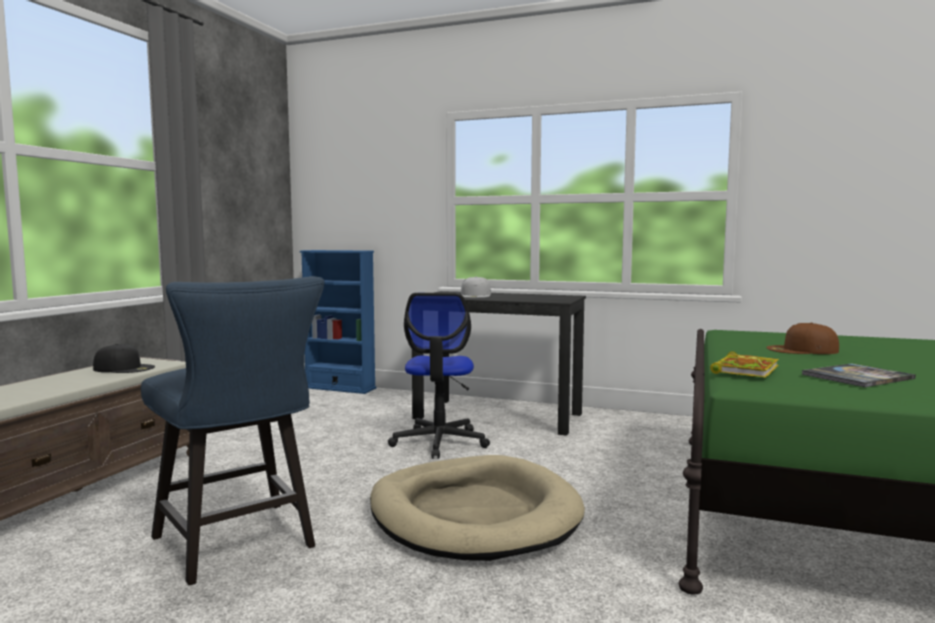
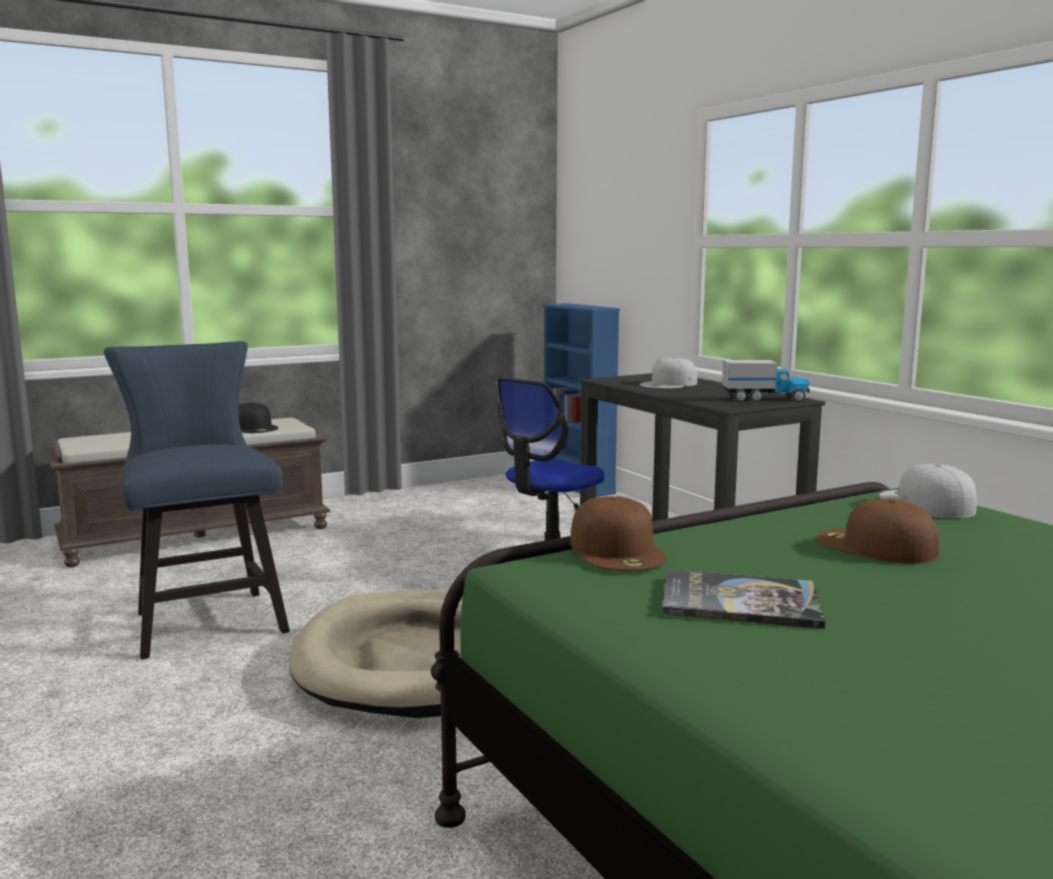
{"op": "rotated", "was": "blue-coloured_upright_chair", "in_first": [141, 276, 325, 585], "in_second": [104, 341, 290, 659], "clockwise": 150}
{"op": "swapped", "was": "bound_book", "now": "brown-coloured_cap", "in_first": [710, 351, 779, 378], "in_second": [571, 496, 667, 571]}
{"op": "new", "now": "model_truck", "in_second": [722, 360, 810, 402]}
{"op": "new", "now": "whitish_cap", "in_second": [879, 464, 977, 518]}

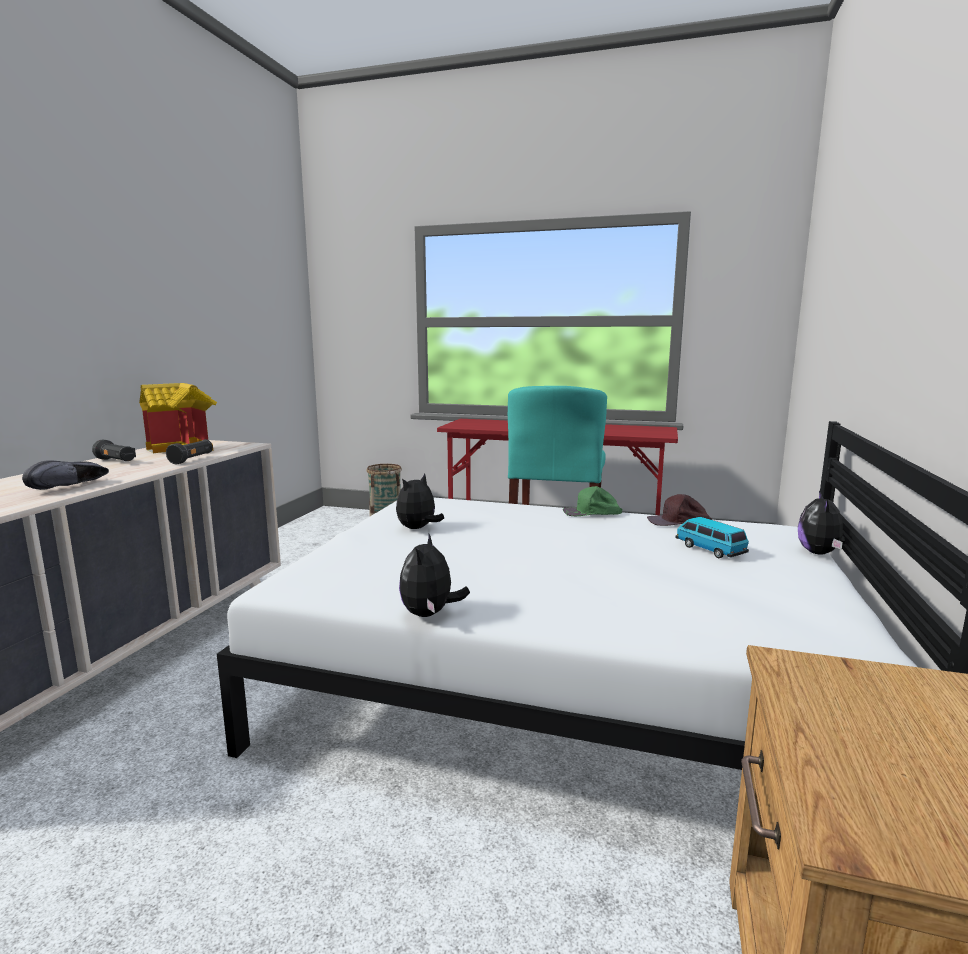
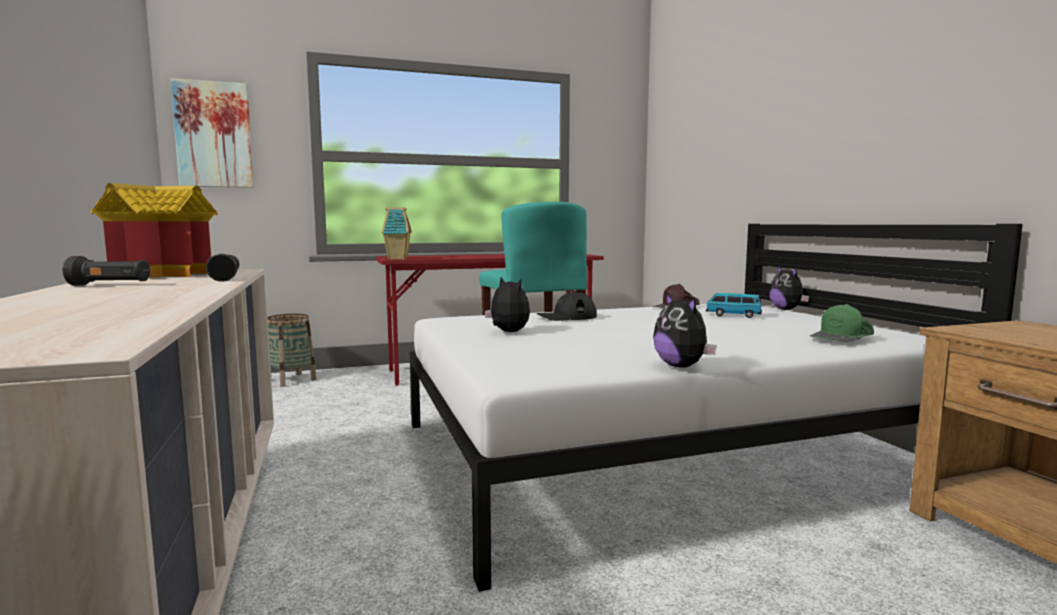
{"op": "gone", "was": "black_shoe", "in_first": [22, 460, 109, 490]}
{"op": "rotated", "was": "soft_toy", "in_first": [396, 474, 444, 529], "in_second": [485, 277, 530, 332], "clockwise": 135}
{"op": "shifted", "was": "greenish_cap", "in_first": [563, 486, 622, 516], "in_second": [810, 304, 874, 342]}
{"op": "new", "now": "picture", "in_second": [170, 78, 254, 188]}
{"op": "new", "now": "miniature_house", "in_second": [382, 207, 412, 259]}
{"op": "new", "now": "black_cap", "in_second": [536, 292, 597, 321]}

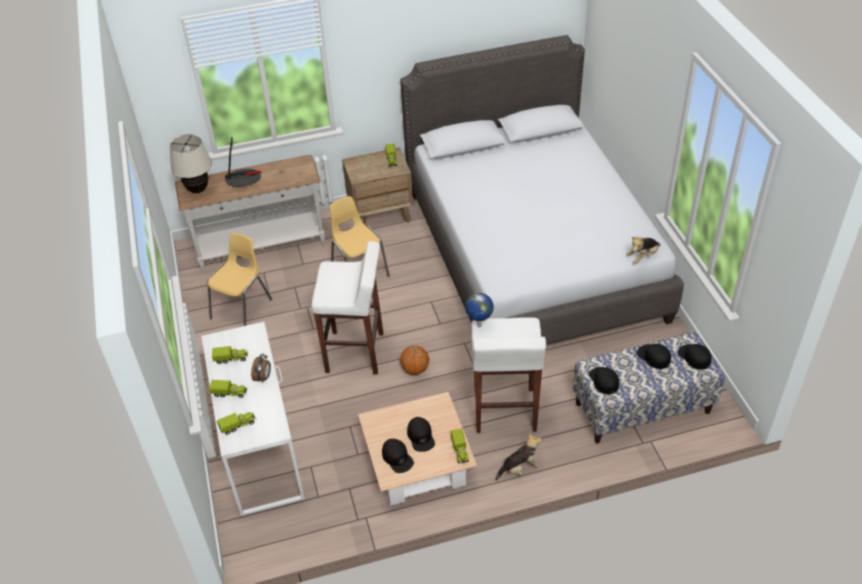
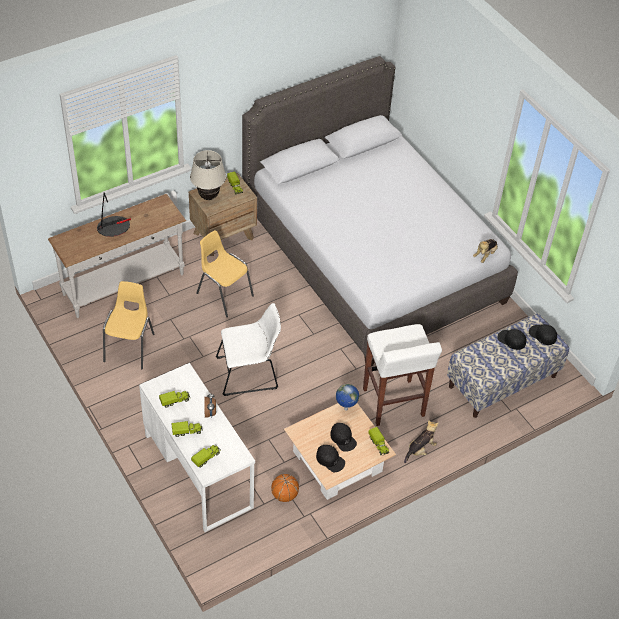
{"op": "shifted", "was": "beige_table_lamp", "in_first": [169, 134, 212, 193], "in_second": [190, 150, 226, 200]}
{"op": "swapped", "was": "whitish_sitting_stool", "now": "whitish_upright_chair", "in_first": [311, 241, 383, 375], "in_second": [216, 303, 281, 396]}
{"op": "shifted", "was": "basketball", "in_first": [400, 345, 429, 375], "in_second": [271, 474, 299, 502]}
{"op": "shifted", "was": "world_globe", "in_first": [465, 293, 494, 327], "in_second": [336, 384, 359, 411]}
{"op": "gone", "was": "black_cap", "in_first": [589, 367, 619, 394]}

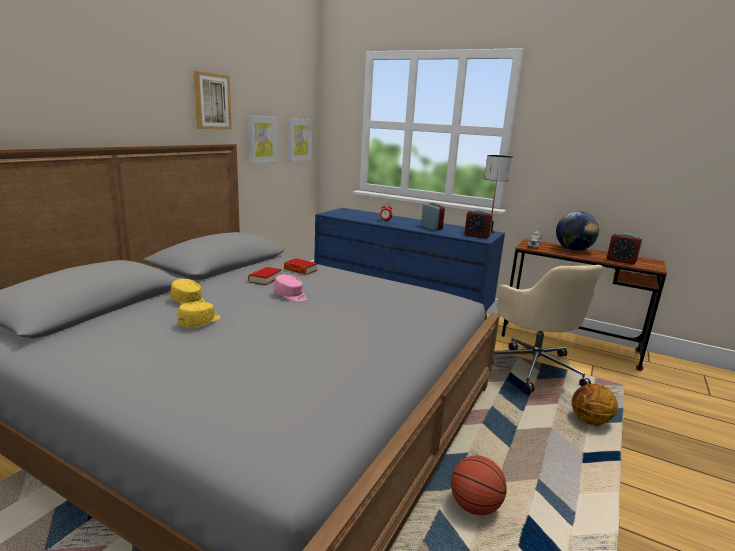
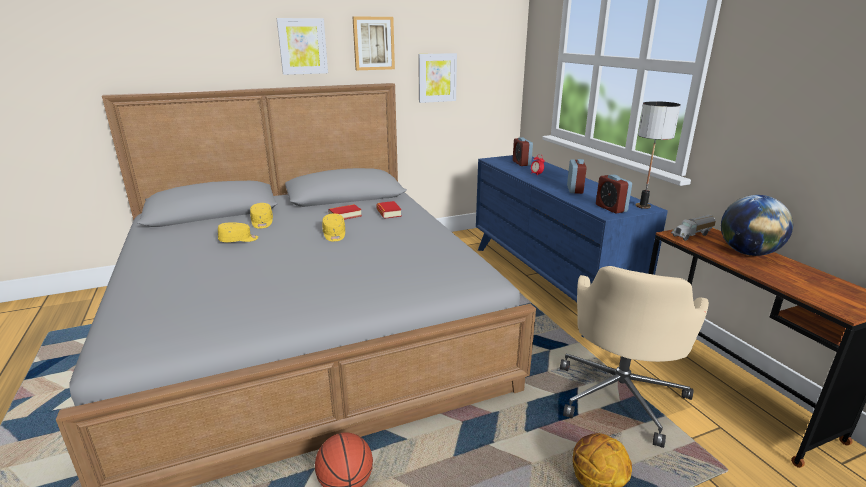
{"op": "repainted", "was": "pink_cap", "now": "yellow_cap", "in_first": [274, 274, 307, 302], "in_second": [322, 213, 345, 242]}
{"op": "shifted", "was": "picture", "in_first": [288, 118, 312, 162], "in_second": [276, 18, 328, 75]}
{"op": "shifted", "was": "table_clock", "in_first": [607, 233, 642, 265], "in_second": [513, 137, 533, 166]}

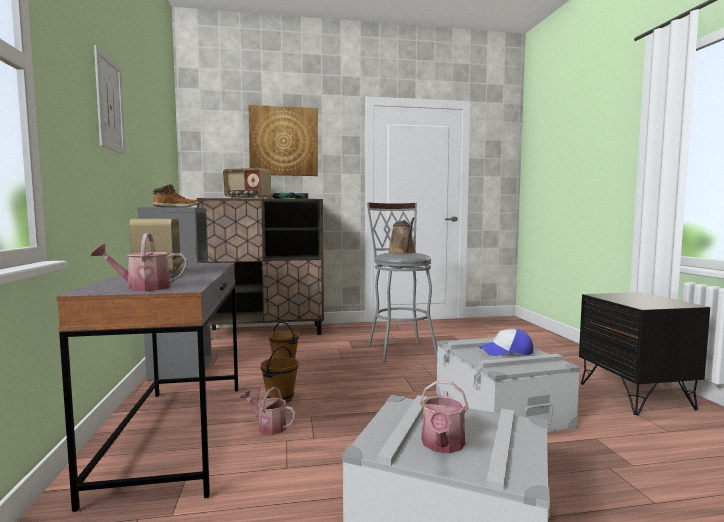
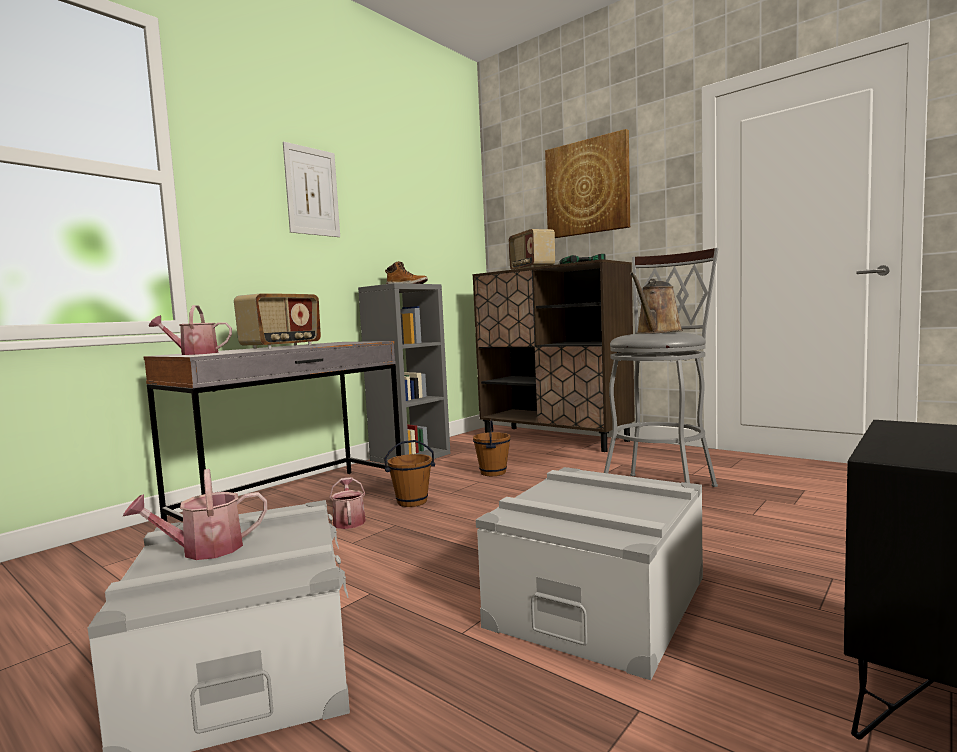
{"op": "rotated", "was": "watering_pot", "in_first": [91, 233, 188, 291], "in_second": [149, 305, 232, 355], "clockwise": -45}
{"op": "gone", "was": "cap", "in_first": [479, 329, 533, 356]}

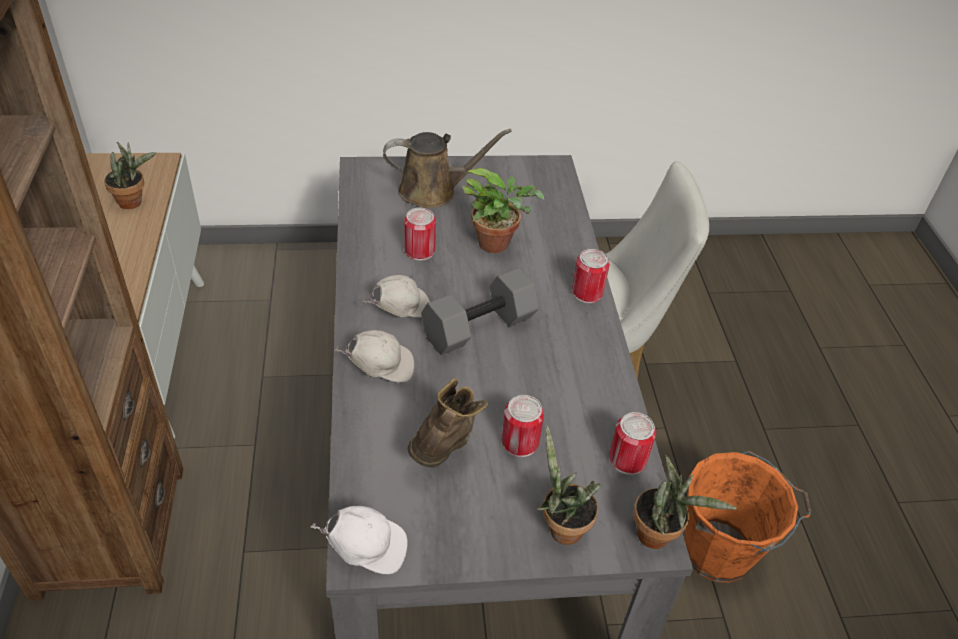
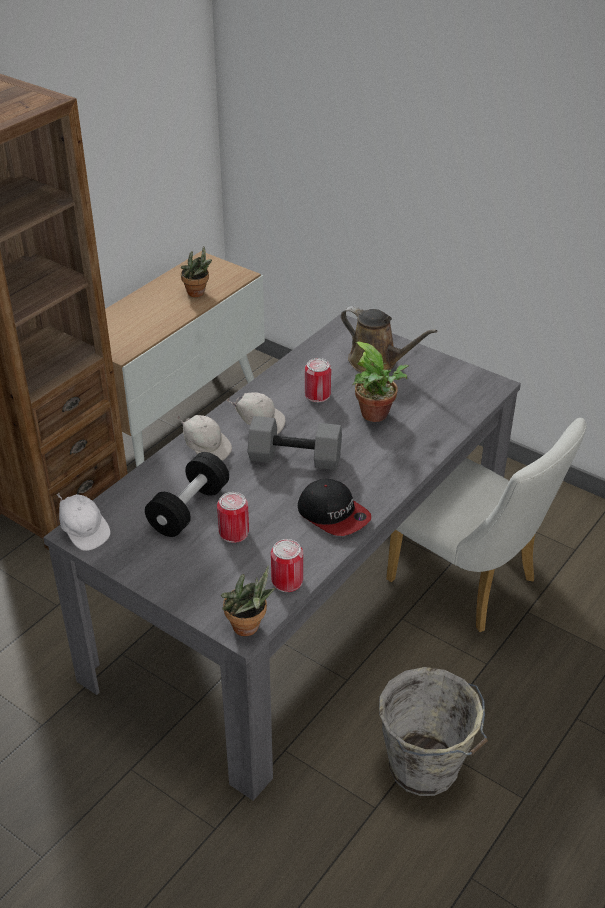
{"op": "swapped", "was": "brown-coloured_tall_boot", "now": "black_hand_weight", "in_first": [407, 378, 488, 468], "in_second": [145, 452, 229, 537]}
{"op": "gone", "was": "plant_in_a_pot", "in_first": [537, 426, 601, 545]}
{"op": "gone", "was": "sealed_can", "in_first": [572, 249, 610, 303]}
{"op": "repainted", "was": "orange_pail", "now": "greyish_pail", "in_first": [683, 451, 812, 583], "in_second": [379, 667, 488, 796]}
{"op": "new", "now": "cap", "in_second": [298, 478, 371, 536]}

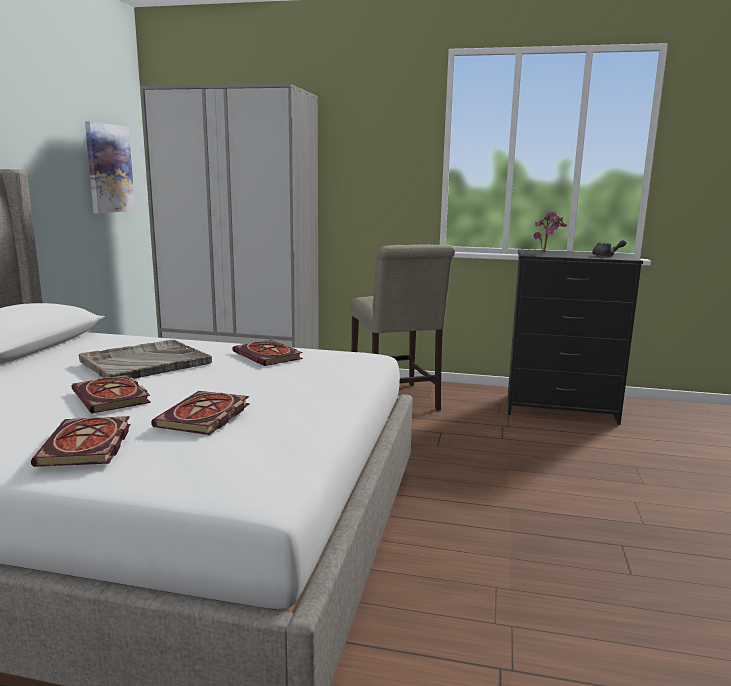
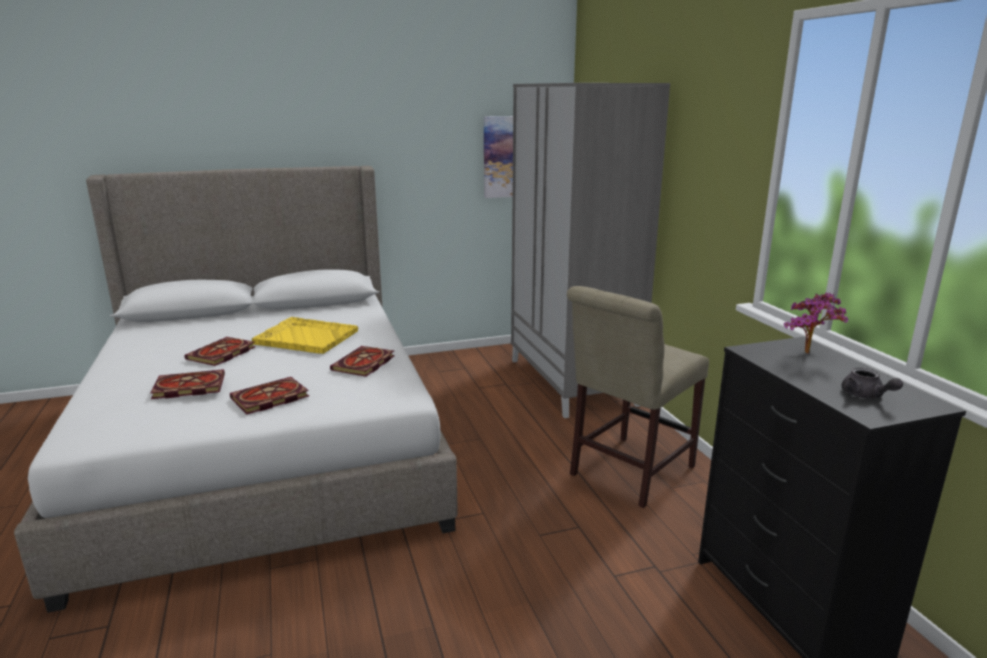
{"op": "shifted", "was": "bound_book", "in_first": [31, 416, 130, 467], "in_second": [230, 377, 309, 414]}
{"op": "repainted", "was": "greyish_tray", "now": "yellow_tray", "in_first": [79, 340, 212, 379], "in_second": [252, 317, 358, 354]}

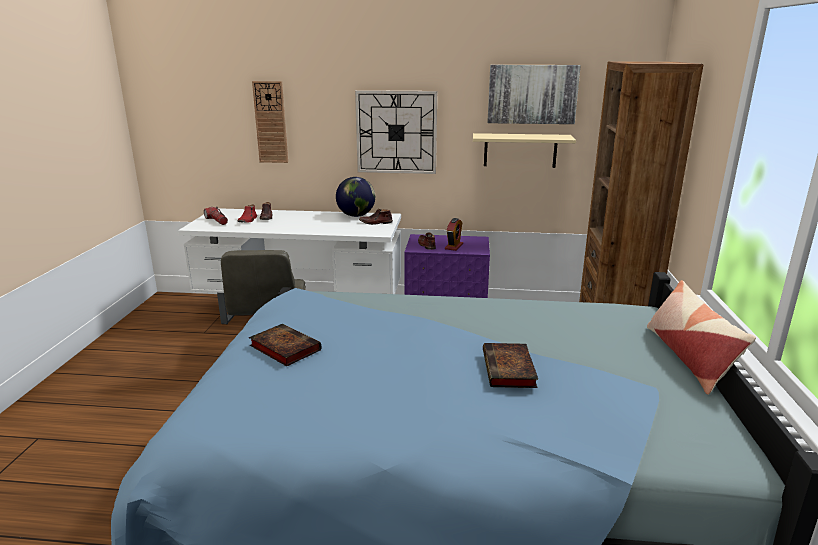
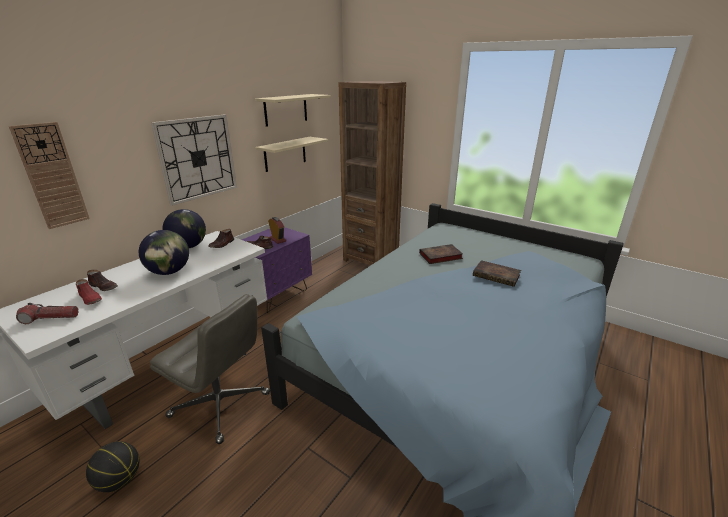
{"op": "shifted", "was": "bound_book", "in_first": [249, 324, 321, 366], "in_second": [419, 244, 463, 264]}
{"op": "swapped", "was": "picture", "now": "beige_wall_shelf", "in_first": [487, 65, 581, 124], "in_second": [255, 94, 331, 127]}
{"op": "gone", "was": "cushion", "in_first": [647, 280, 756, 395]}
{"op": "new", "now": "basketball", "in_second": [86, 441, 139, 492]}
{"op": "new", "now": "world_globe", "in_second": [139, 230, 189, 275]}

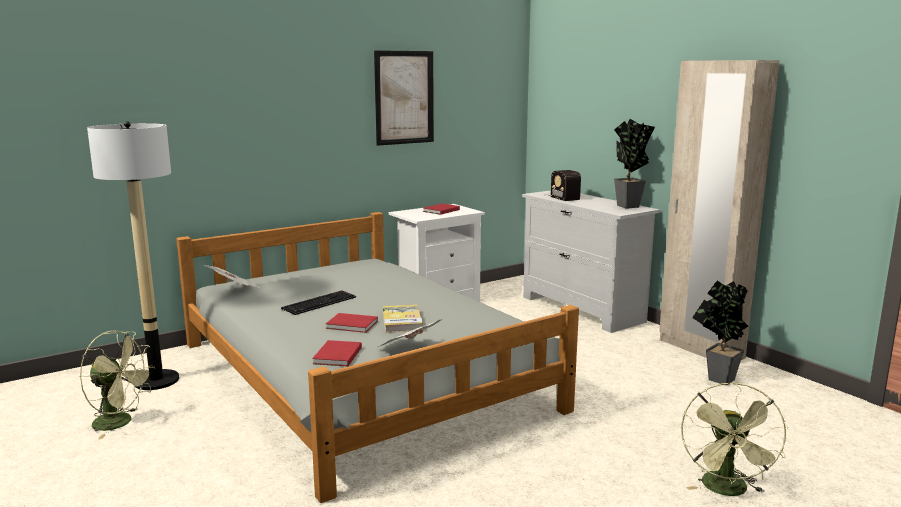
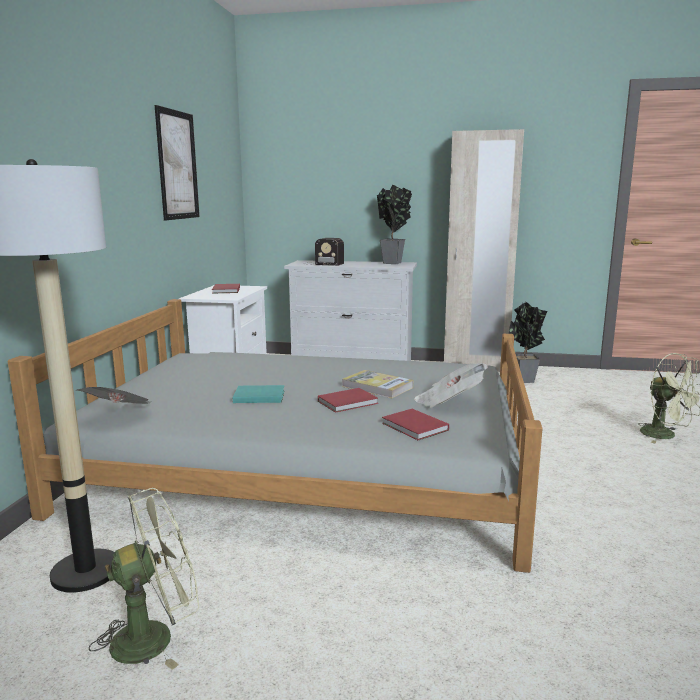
{"op": "swapped", "was": "keyboard", "now": "blue-green_bound_book", "in_first": [281, 291, 356, 315], "in_second": [233, 385, 285, 403]}

